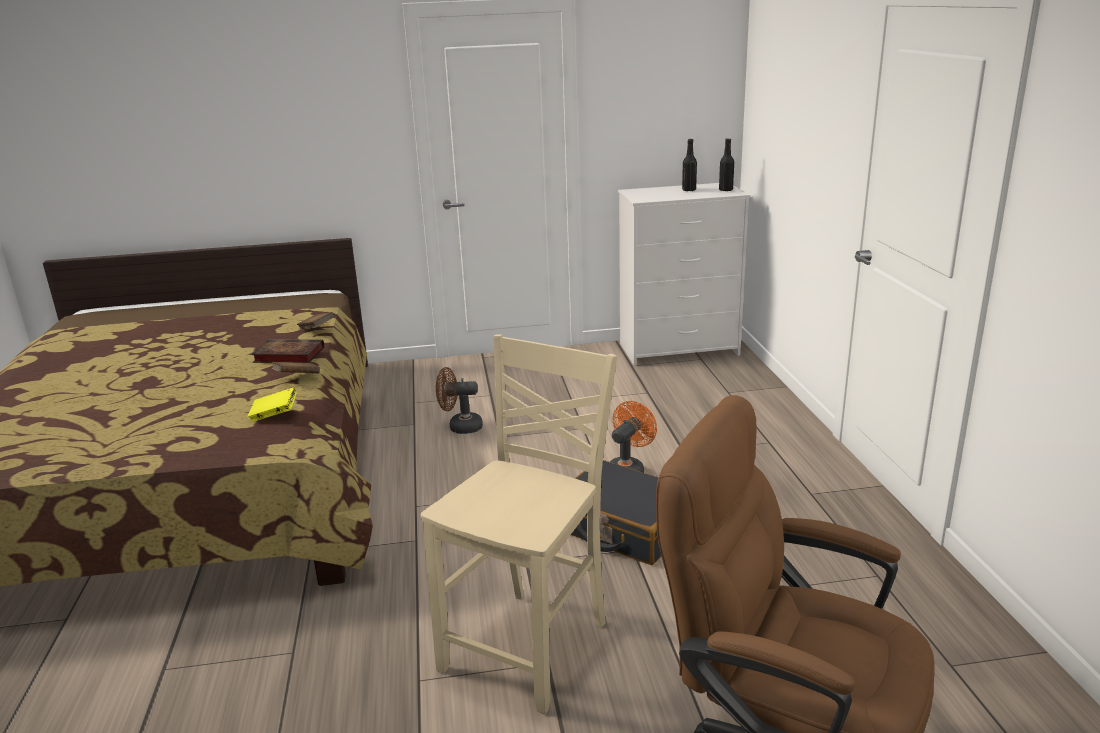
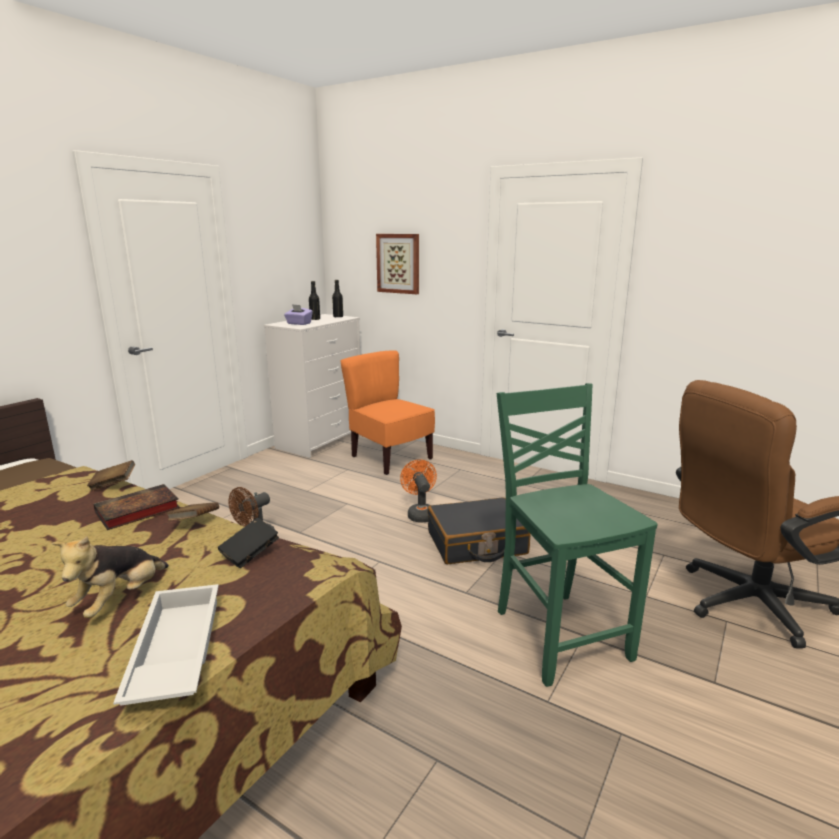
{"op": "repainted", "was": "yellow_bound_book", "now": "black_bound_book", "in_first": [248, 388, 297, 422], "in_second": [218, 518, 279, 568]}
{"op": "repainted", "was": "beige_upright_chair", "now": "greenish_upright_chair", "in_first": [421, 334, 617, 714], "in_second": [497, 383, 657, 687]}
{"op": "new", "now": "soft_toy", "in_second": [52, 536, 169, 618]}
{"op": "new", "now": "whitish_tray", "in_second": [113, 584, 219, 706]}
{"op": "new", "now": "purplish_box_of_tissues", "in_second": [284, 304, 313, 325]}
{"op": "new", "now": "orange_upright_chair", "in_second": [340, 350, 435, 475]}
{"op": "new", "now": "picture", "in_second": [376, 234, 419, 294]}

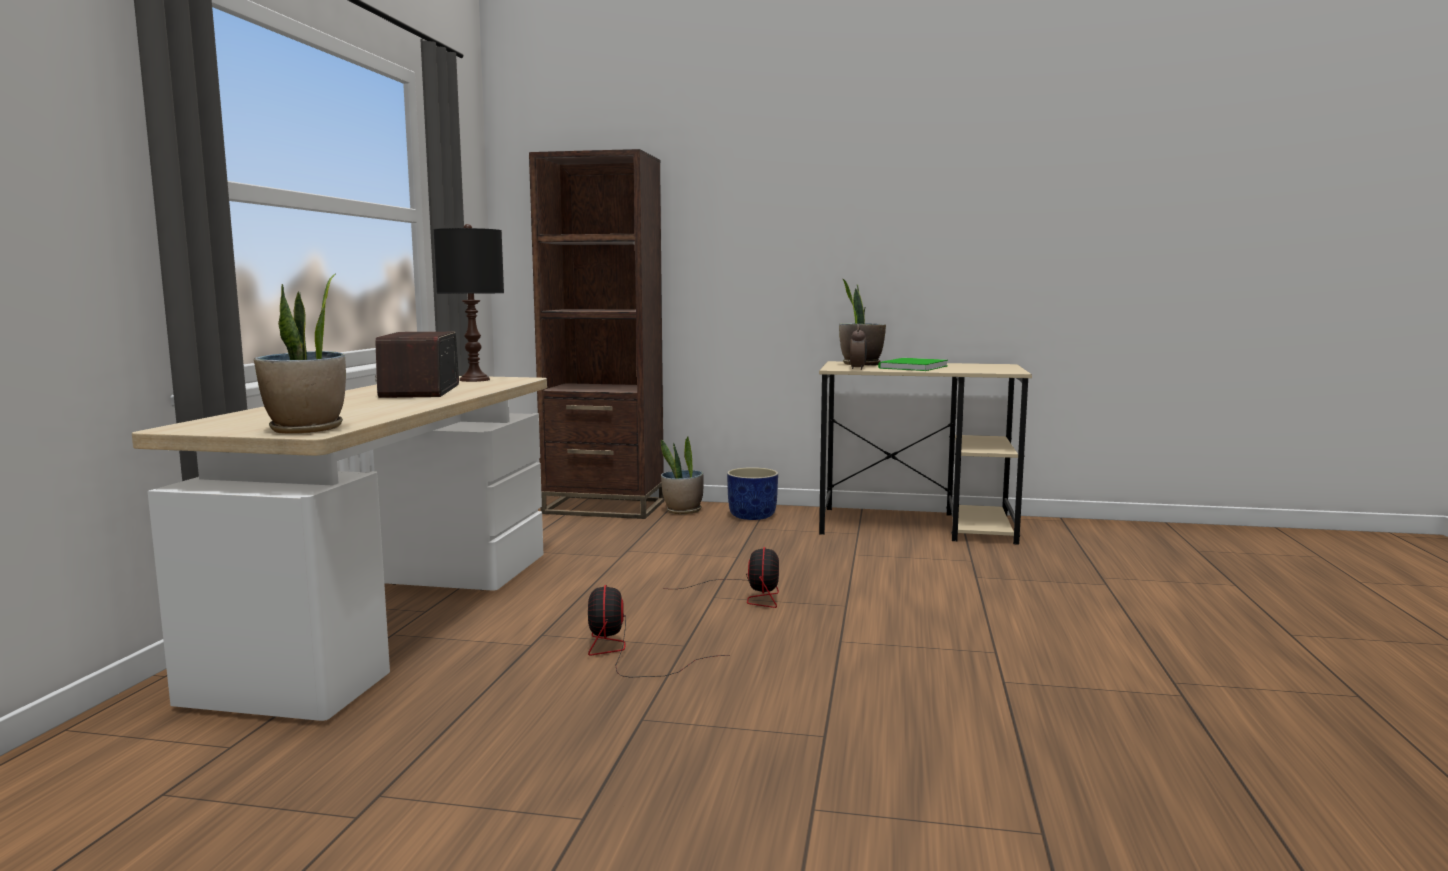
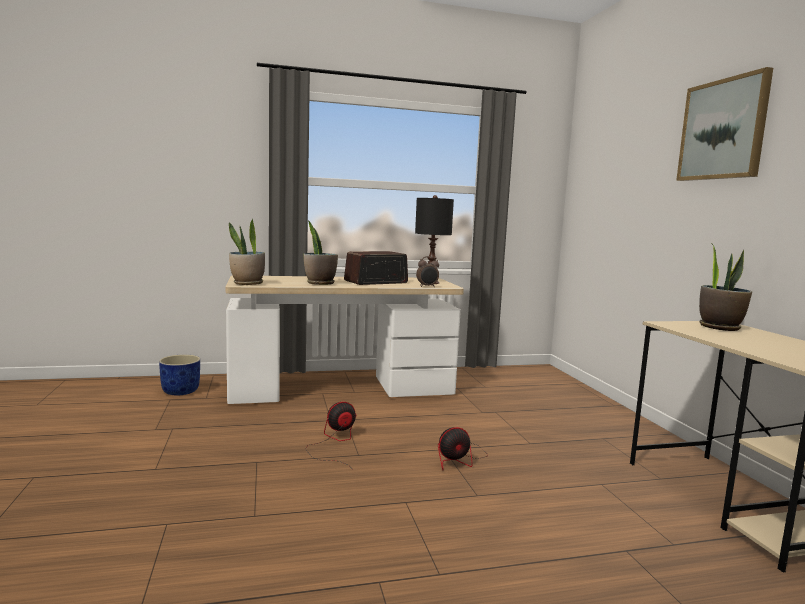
{"op": "gone", "was": "brown-coloured_bookshelf", "in_first": [529, 149, 664, 519]}
{"op": "shifted", "was": "plant_in_a_pot", "in_first": [661, 436, 703, 514], "in_second": [304, 221, 338, 285]}
{"op": "shifted", "was": "blue-coloured_flower_pot", "in_first": [727, 467, 778, 520], "in_second": [159, 355, 200, 395]}
{"op": "shifted", "was": "table_clock", "in_first": [850, 324, 867, 370], "in_second": [416, 256, 439, 287]}
{"op": "gone", "was": "greenish_bound_book", "in_first": [878, 358, 948, 371]}
{"op": "new", "now": "picture", "in_second": [676, 67, 773, 181]}

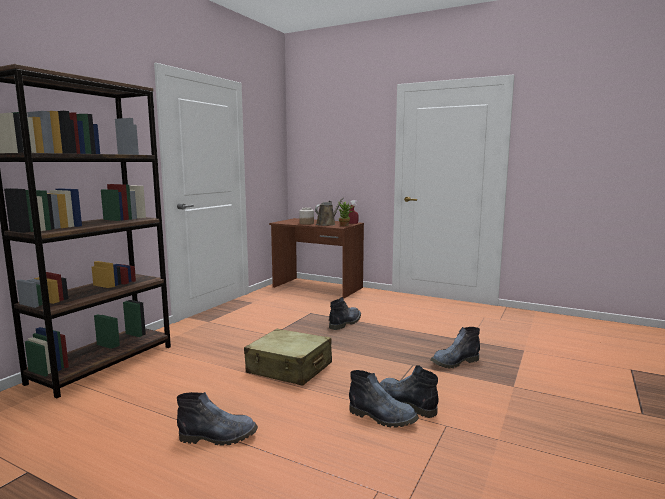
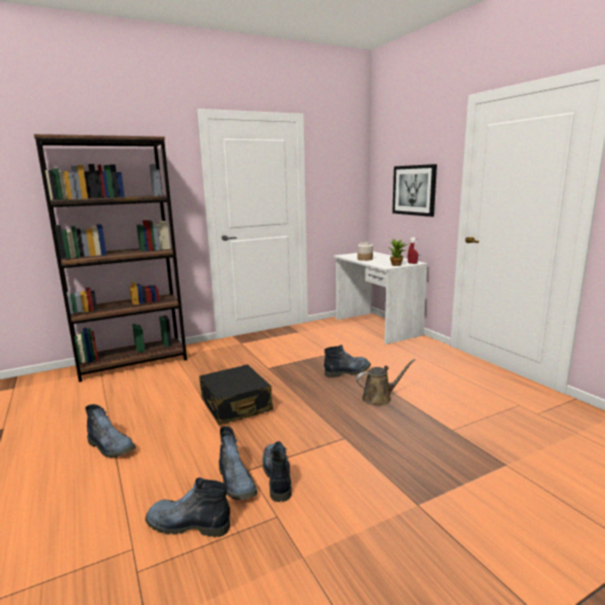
{"op": "repainted", "was": "beige_piece_of_luggage", "now": "black_piece_of_luggage", "in_first": [244, 329, 332, 386], "in_second": [199, 364, 273, 425]}
{"op": "repainted", "was": "brown-coloured_desk_table", "now": "whitish_desk_table", "in_first": [269, 218, 364, 298], "in_second": [334, 252, 428, 344]}
{"op": "shifted", "was": "brown-coloured_watering_pot", "in_first": [315, 198, 344, 226], "in_second": [356, 359, 415, 406]}
{"op": "shifted", "was": "tall_boot", "in_first": [430, 327, 480, 368], "in_second": [145, 478, 230, 537]}
{"op": "new", "now": "picture", "in_second": [392, 164, 437, 217]}

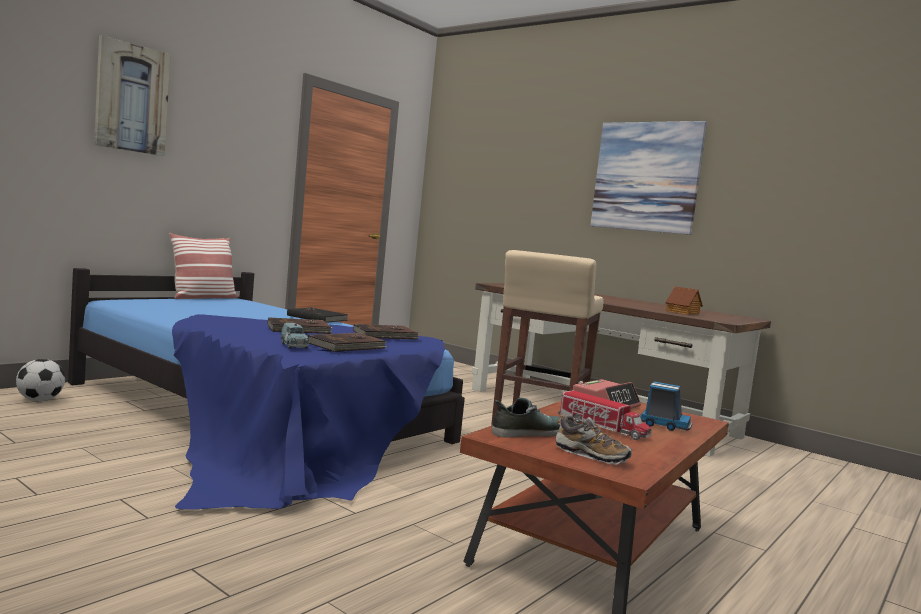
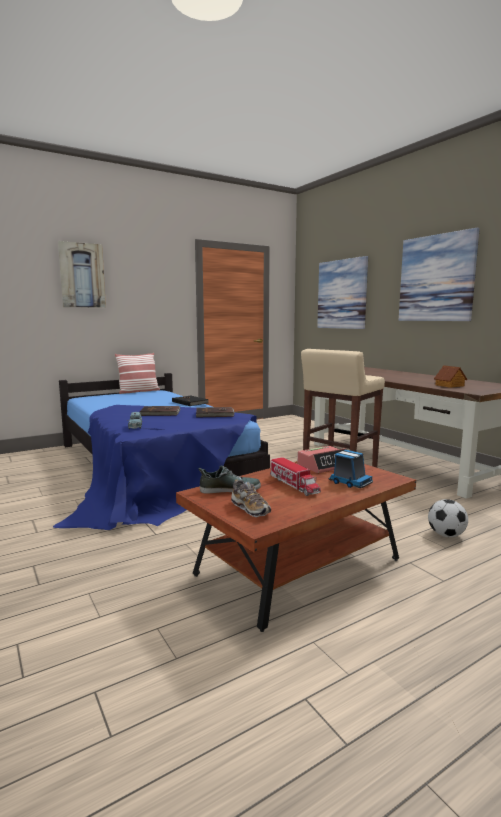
{"op": "shifted", "was": "football_ball", "in_first": [16, 359, 65, 401], "in_second": [428, 499, 468, 537]}
{"op": "gone", "was": "brown-coloured_bound_book", "in_first": [308, 333, 388, 352]}
{"op": "new", "now": "picture", "in_second": [317, 256, 368, 329]}

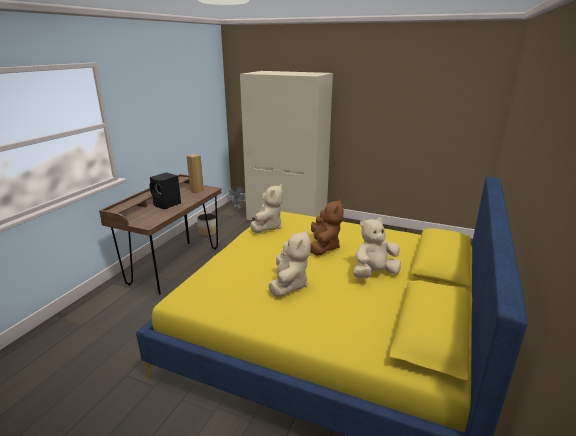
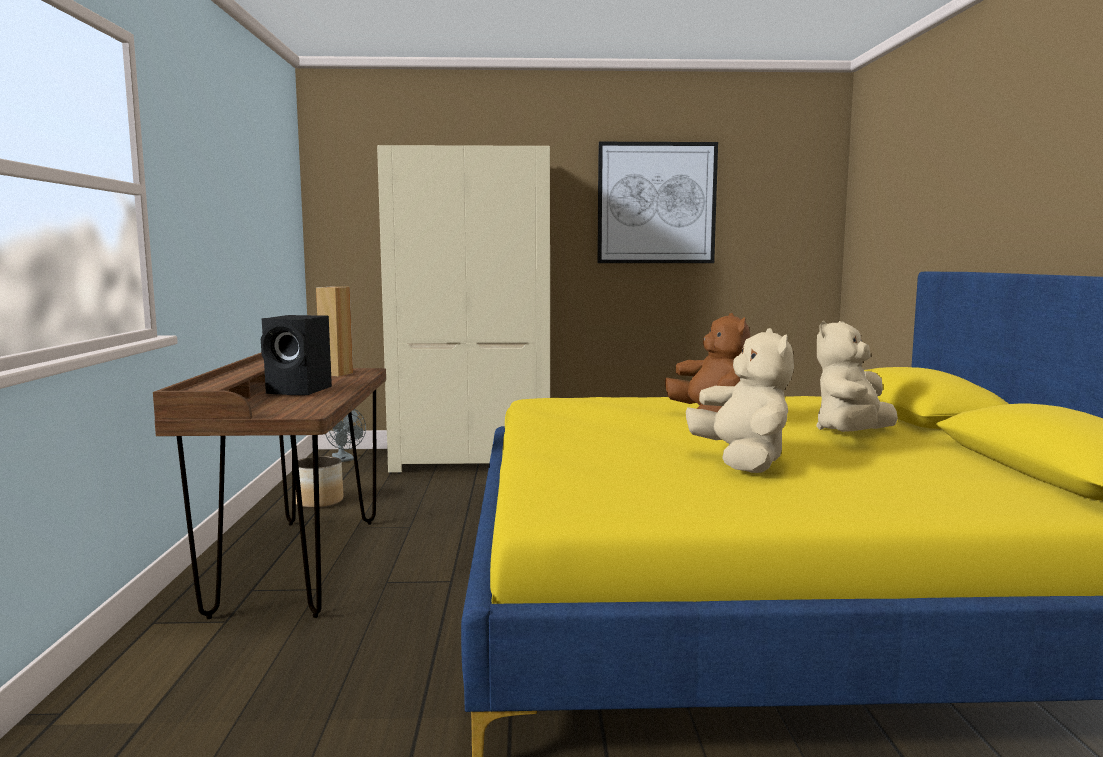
{"op": "gone", "was": "beige_soft_toy", "in_first": [250, 184, 283, 233]}
{"op": "new", "now": "picture", "in_second": [597, 142, 718, 263]}

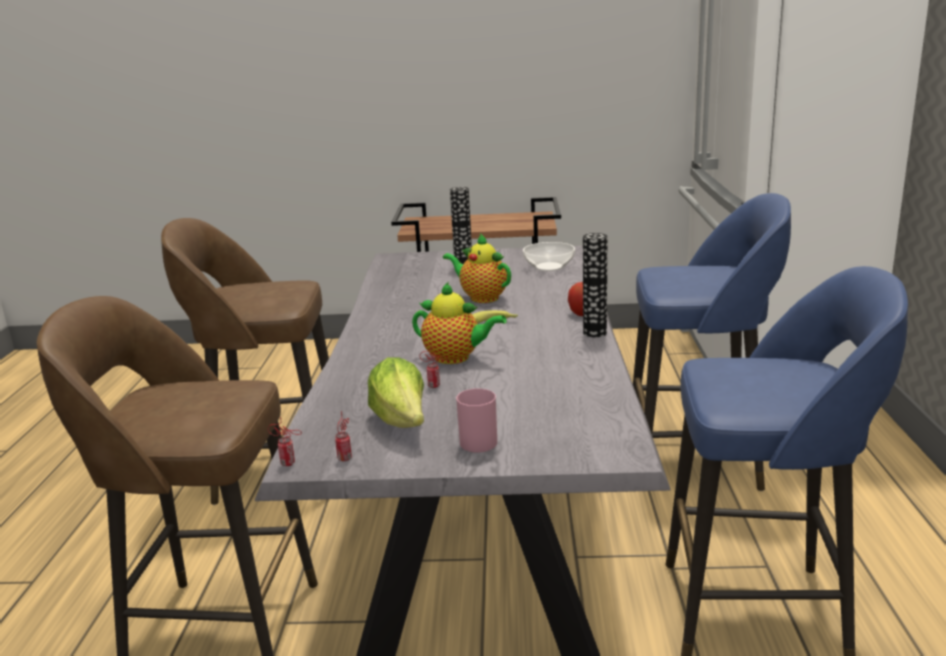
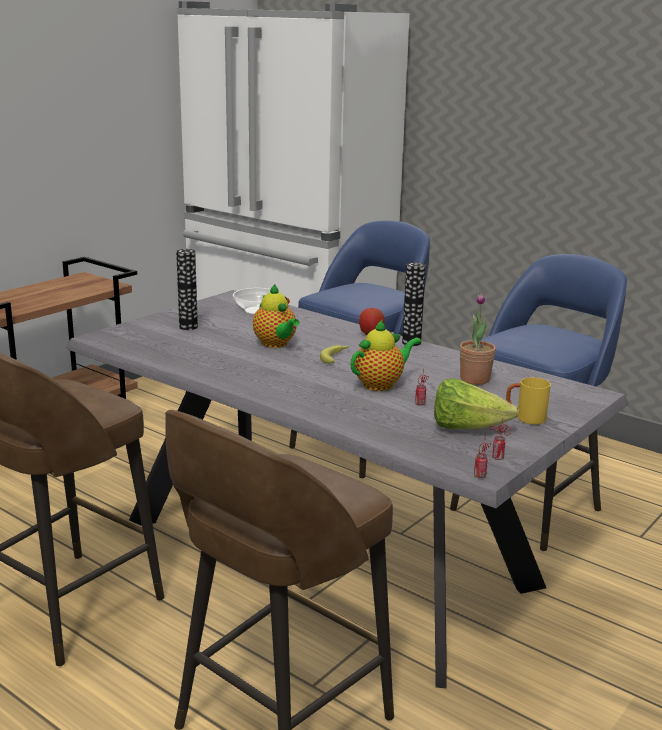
{"op": "rotated", "was": "pot_for_tea", "in_first": [443, 233, 511, 303], "in_second": [253, 284, 300, 348], "clockwise": -105}
{"op": "repainted", "was": "pink_coffee_mug", "now": "yellow_coffee_mug", "in_first": [456, 389, 497, 453], "in_second": [506, 377, 551, 425]}
{"op": "new", "now": "plant_in_a_pot", "in_second": [460, 293, 496, 385]}

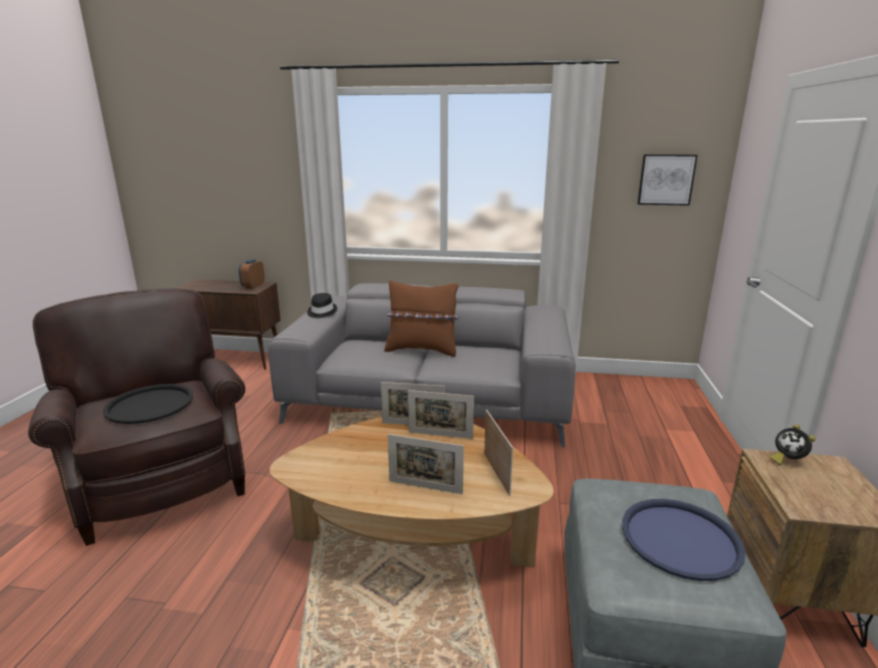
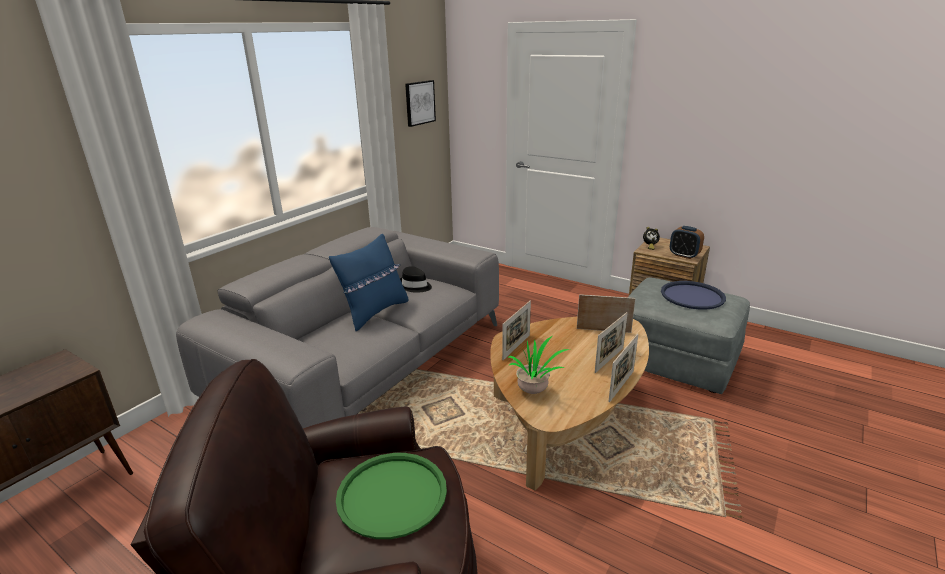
{"op": "repainted", "was": "black_tray", "now": "greenish_tray", "in_first": [103, 384, 193, 424], "in_second": [336, 453, 447, 539]}
{"op": "shifted", "was": "table_clock", "in_first": [239, 259, 265, 289], "in_second": [670, 226, 704, 259]}
{"op": "shifted", "was": "black_wearable_hat", "in_first": [307, 293, 337, 318], "in_second": [400, 266, 432, 293]}
{"op": "repainted", "was": "brown-coloured_cushion", "now": "blue-coloured_cushion", "in_first": [384, 280, 459, 357], "in_second": [329, 234, 409, 331]}
{"op": "shifted", "was": "picture_frame", "in_first": [408, 390, 474, 439], "in_second": [609, 334, 638, 403]}
{"op": "new", "now": "plant_in_a_pot", "in_second": [508, 336, 570, 394]}

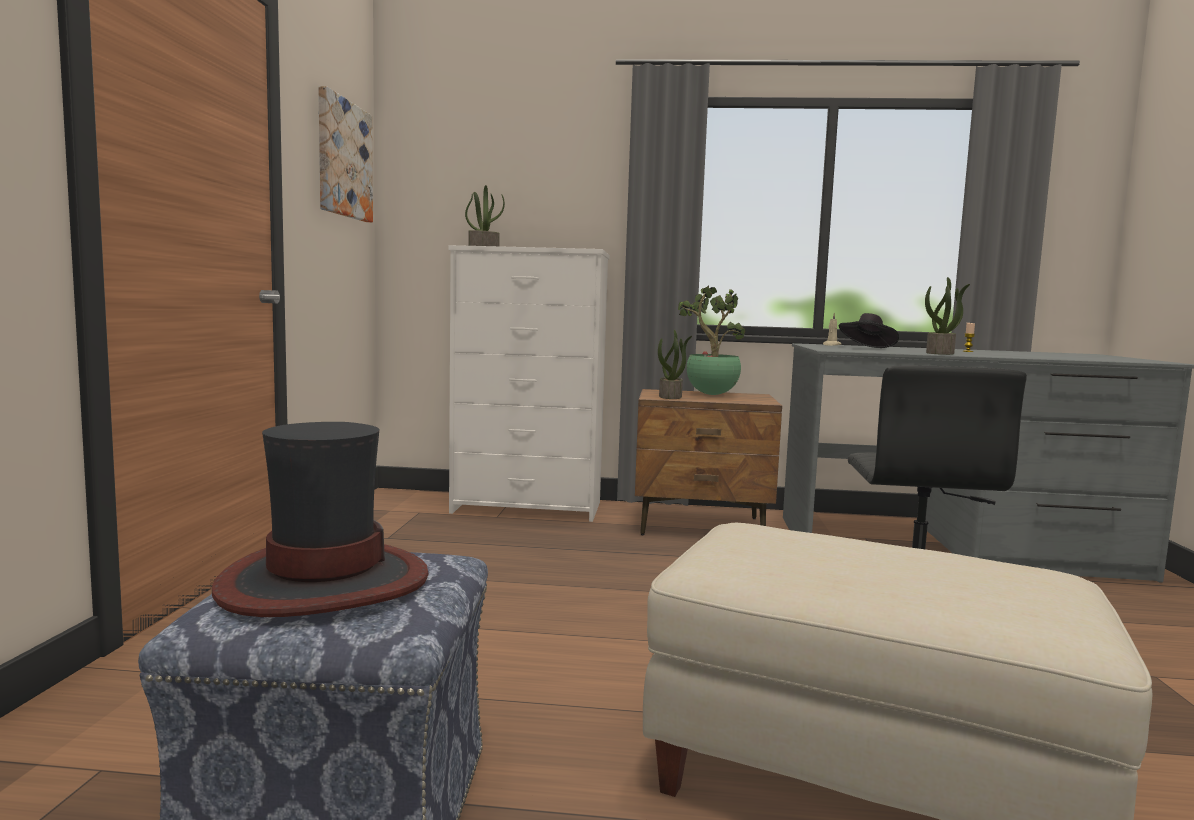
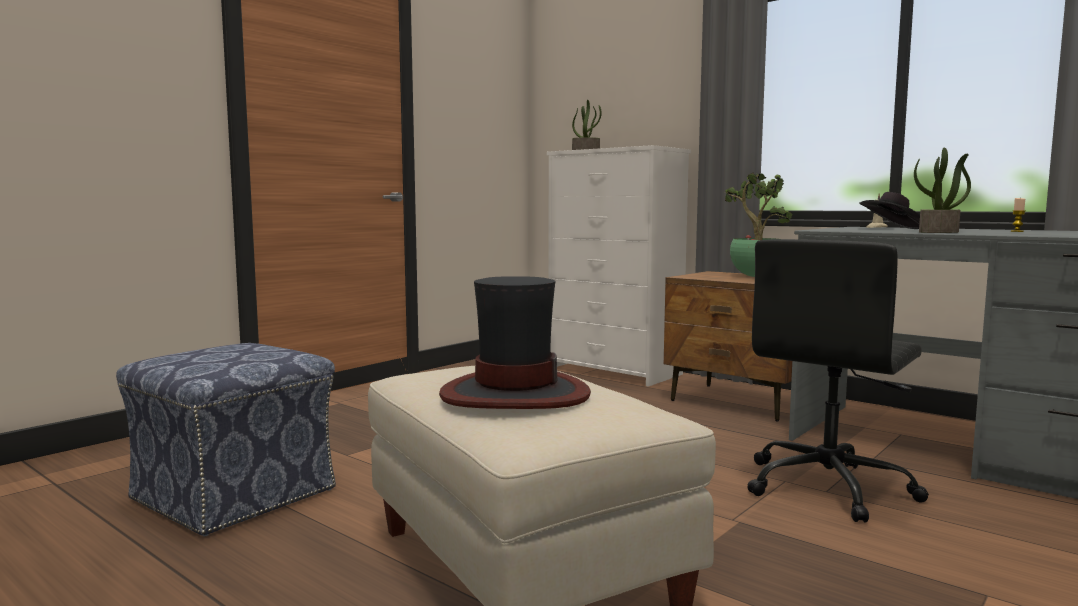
{"op": "shifted", "was": "wearable_hat", "in_first": [212, 422, 429, 617], "in_second": [439, 276, 591, 409]}
{"op": "gone", "was": "picture", "in_first": [318, 86, 373, 222]}
{"op": "gone", "was": "plant_in_a_pot", "in_first": [658, 330, 692, 399]}

